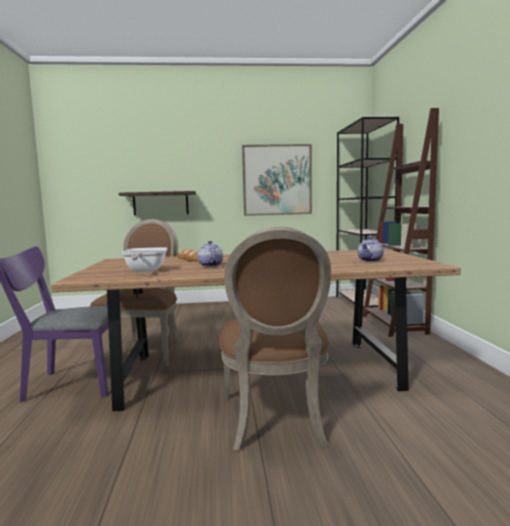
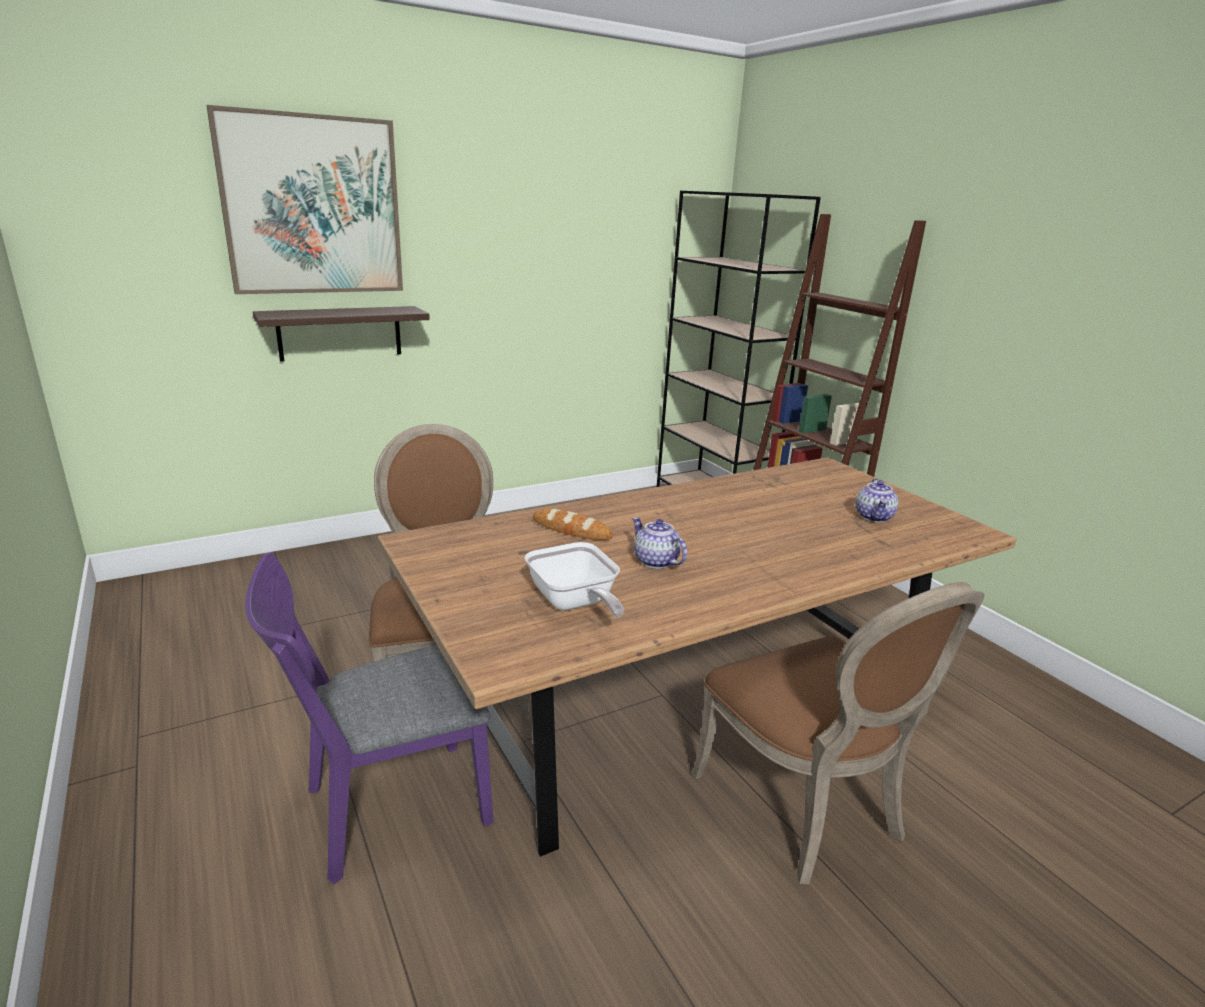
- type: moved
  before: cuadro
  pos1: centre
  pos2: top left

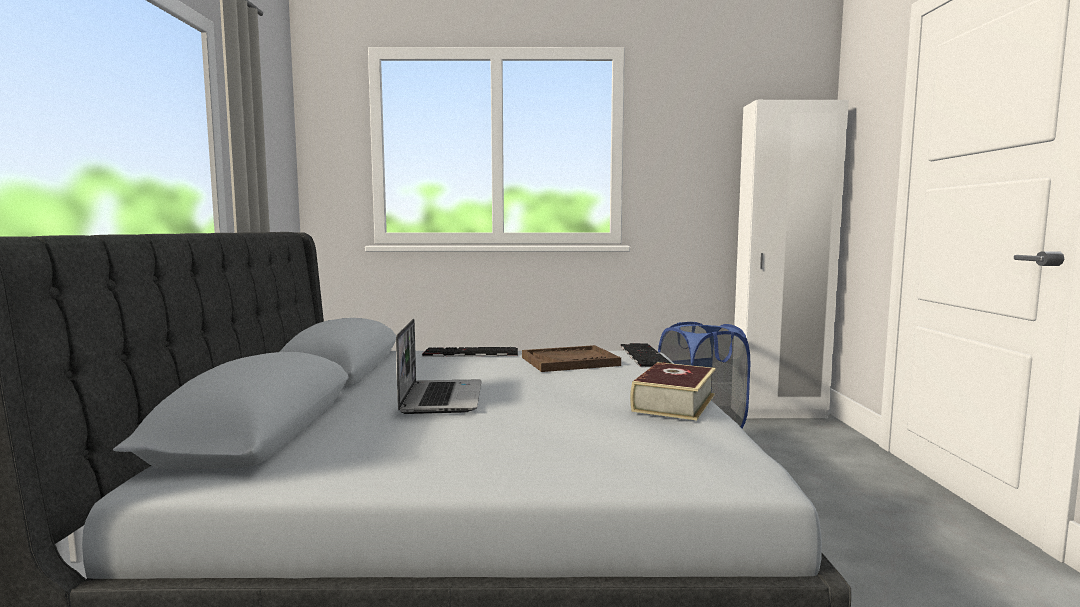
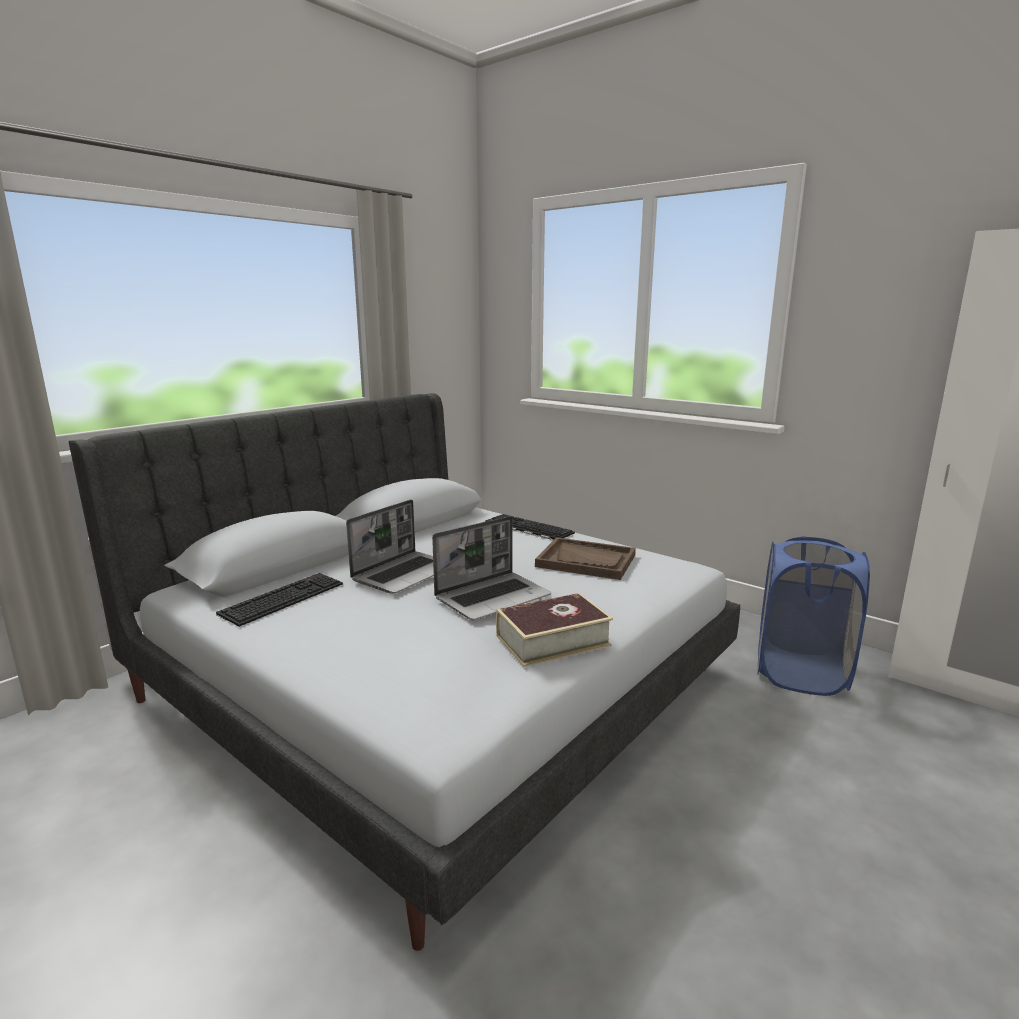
- type: moved
  before: teclado (2nd from left in the first image)
  after: teclado (1st from left)
  pos1: centre
  pos2: middle left
- type: added
  after: portátil (2nd from left)
  pos2: centre

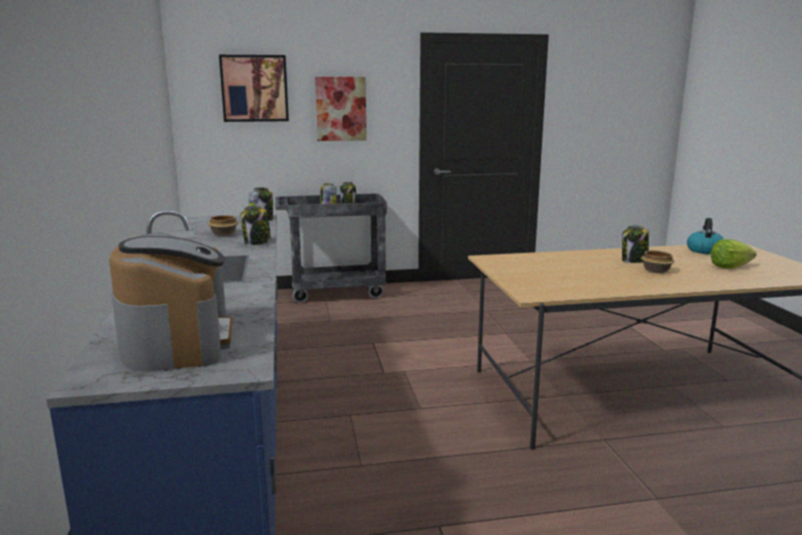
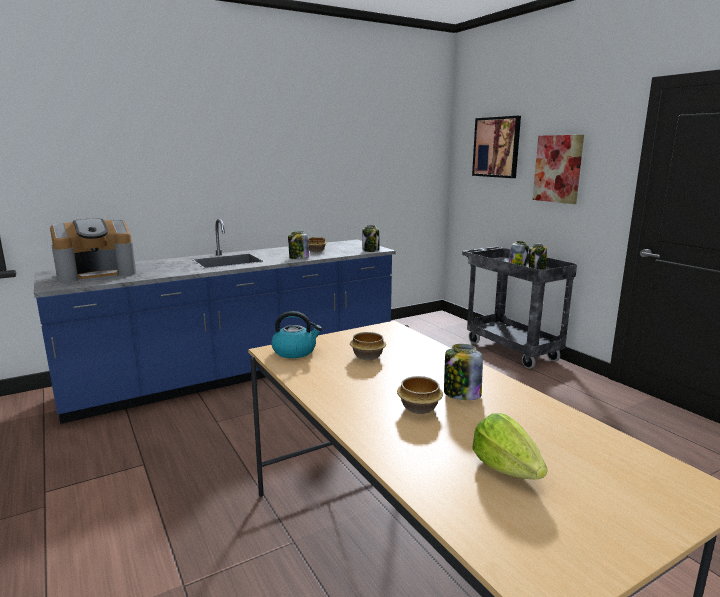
- type: moved
  before: hervidor
  pos1: middle right
  pos2: centre
- type: added
  after: cuenco (2nd from left)
  pos2: centre

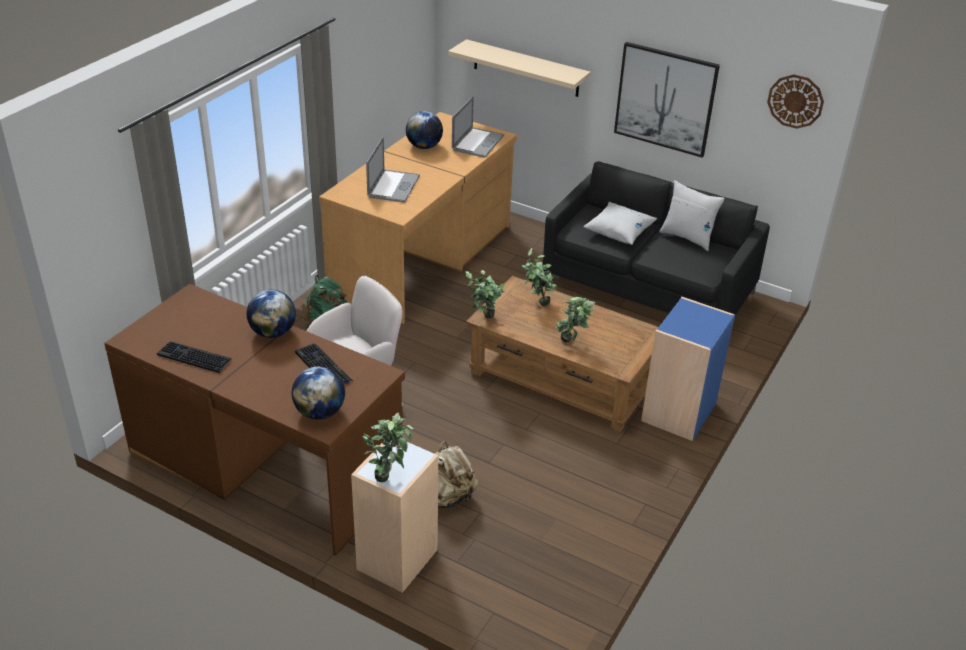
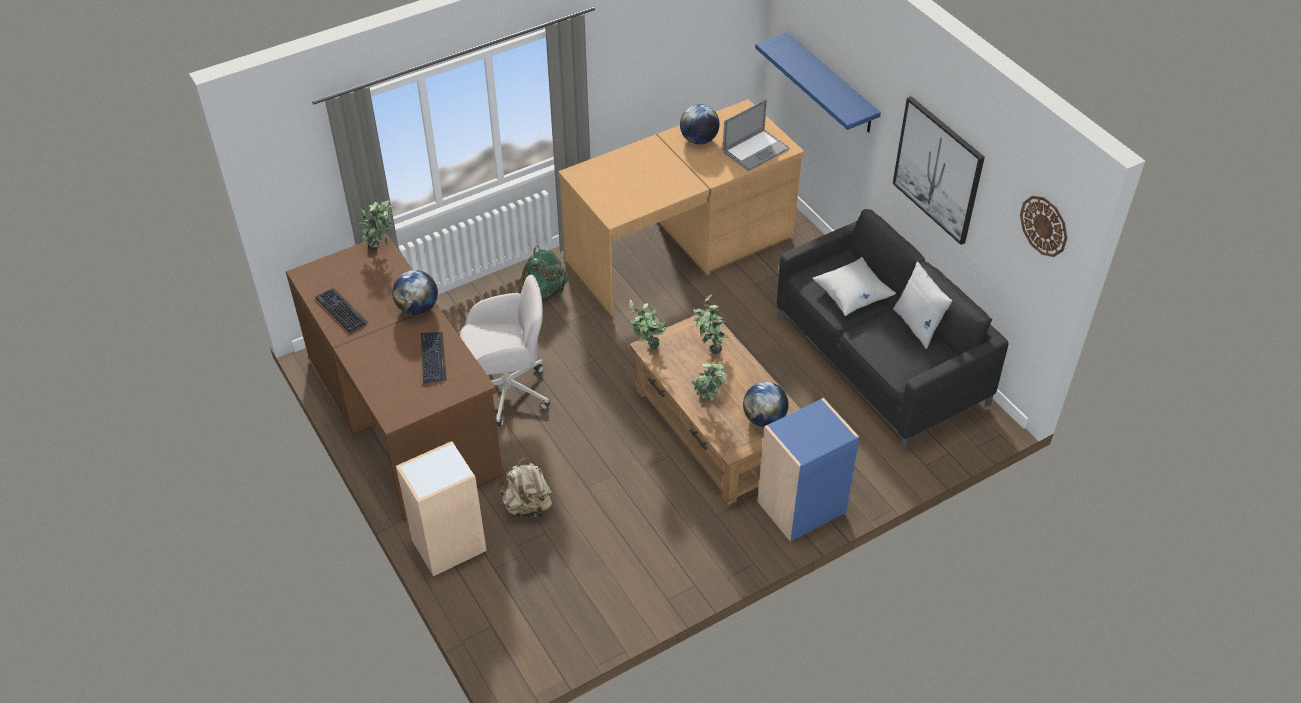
- type: moved
  before: planta en maceta (1st from left)
  pos1: bottom centre
  pos2: top left
- type: moved
  before: globo terráqueo (2nd from left in the first image)
  after: globo terráqueo (3rd from left)
  pos1: middle left
  pos2: centre
- type: recoloured
  before: estante (beis)
  after: estante (azul)
  pos1: top centre
  pos2: top centre
- type: removed
  before: portátil (1st from left)
  pos1: top centre

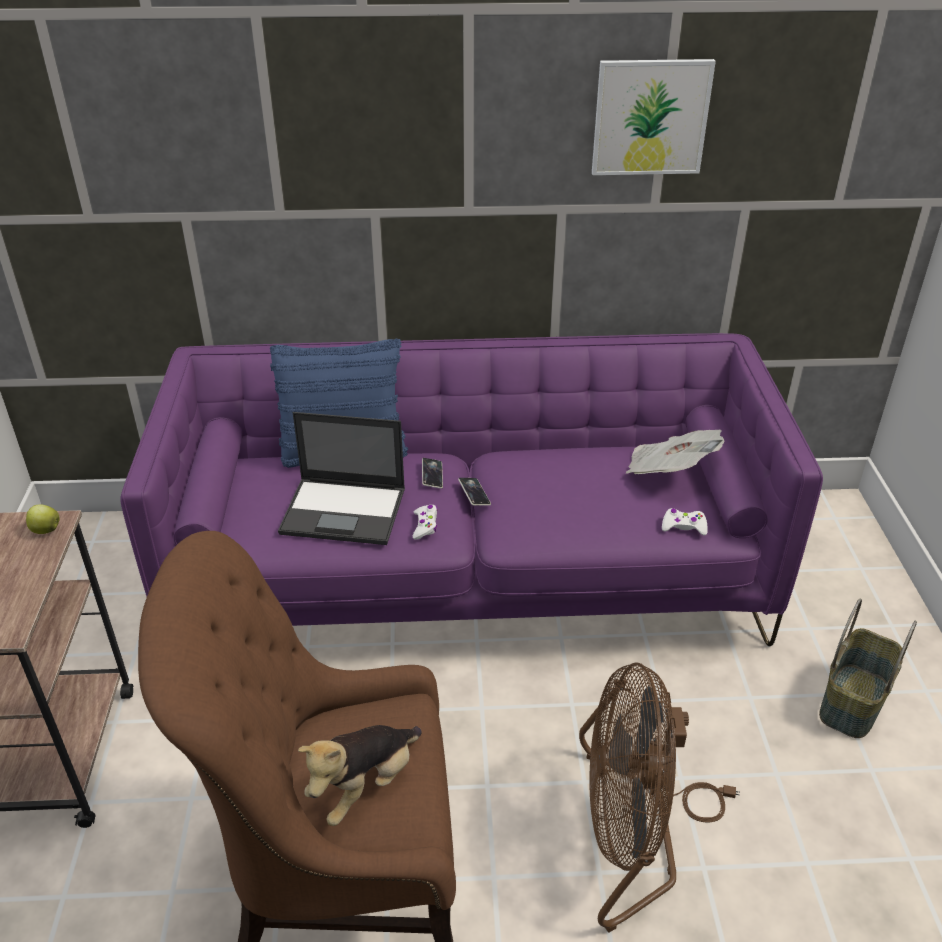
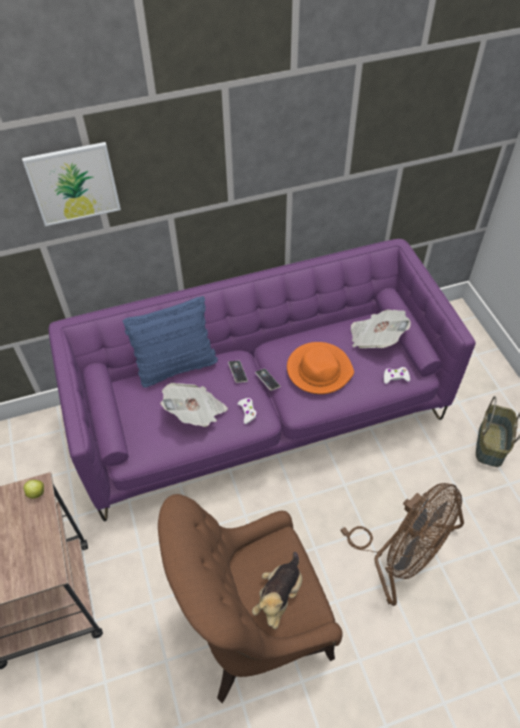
- type: moved
  before: cuadro
  pos1: top right
  pos2: top left
- type: replaced
  before: portátil
  after: periódico (1st from left)
  pos1: centre
  pos2: centre
- type: added
  after: sombrero (naranja)
  pos2: centre
- type: turned
  before: ventilador (marrón)
  pos1: bottom right
  pos2: bottom right
  turn: -120

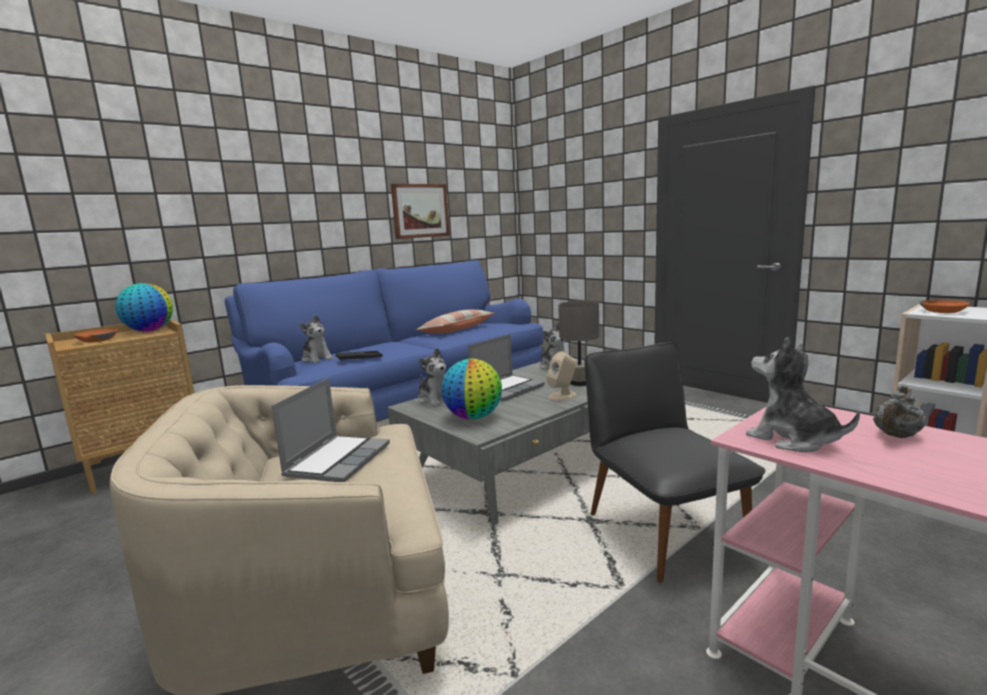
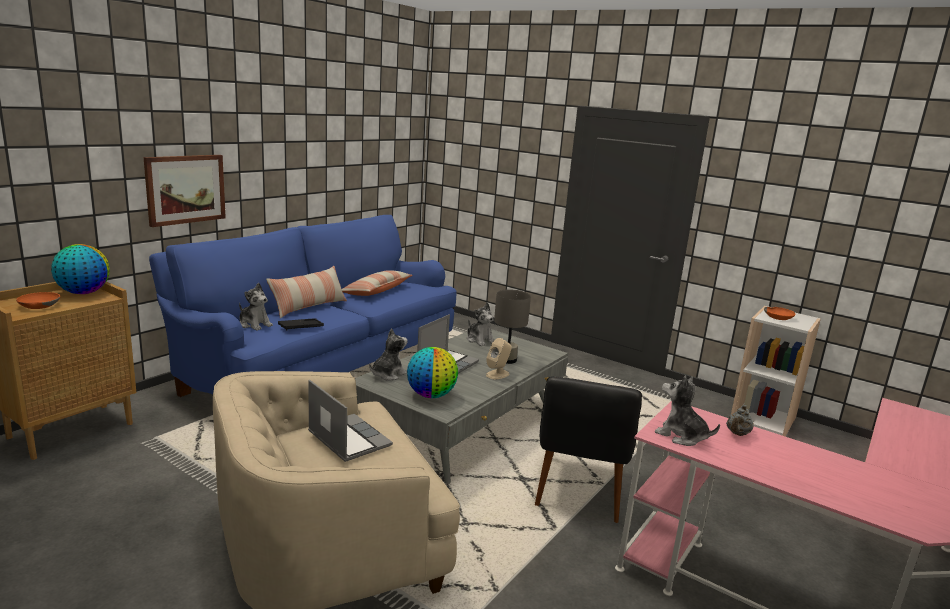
- type: moved
  before: cuadro
  pos1: top centre
  pos2: top left
- type: added
  after: cojín (1st from left)
  pos2: middle left
- type: turned
  before: portátil (1st from left)
  pos1: centre
  pos2: bottom centre
  turn: -45
- type: turned
  before: peluche (2nd from left)
  pos1: centre
  pos2: centre
  turn: -90
- type: turned
  before: silla (negro)
  pos1: middle right
  pos2: bottom centre
  turn: -135

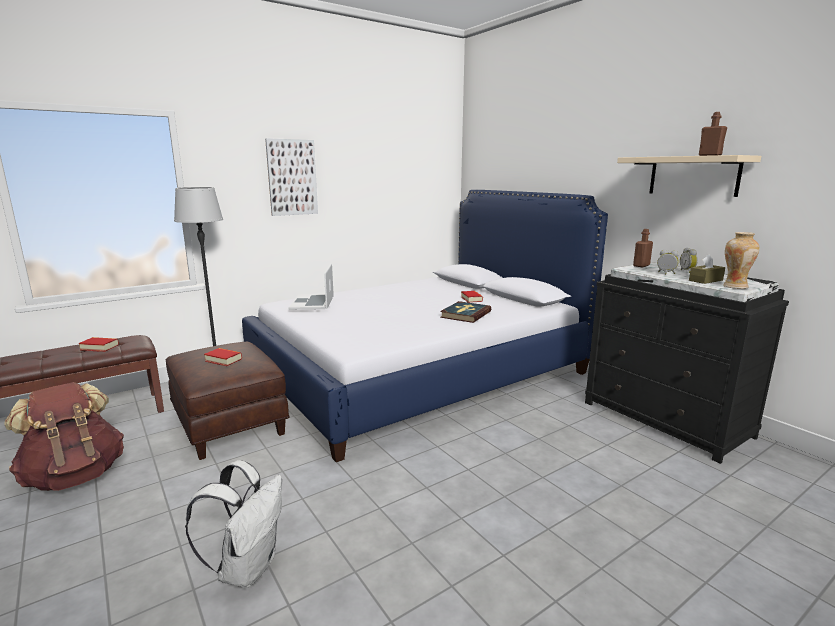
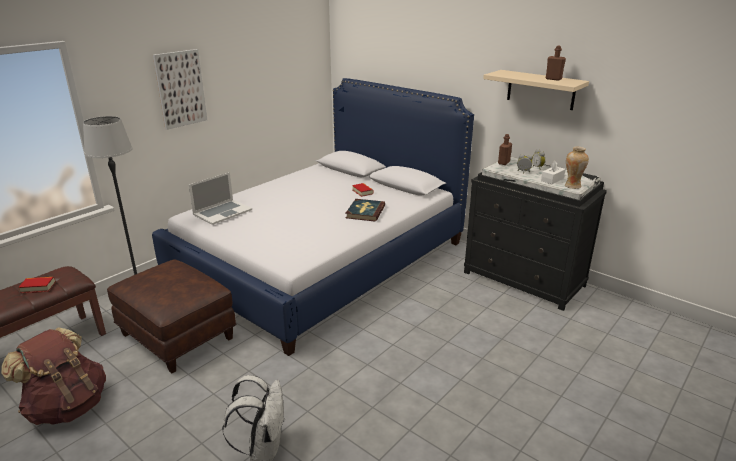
- type: turned
  before: portátil
  pos1: centre
  pos2: middle left
  turn: -120
- type: recoloured
  before: caja de pañuelos (marrón)
  after: caja de pañuelos (blanco)
  pos1: middle right
  pos2: middle right
- type: removed
  before: libro (2nd from left)
  pos1: middle left

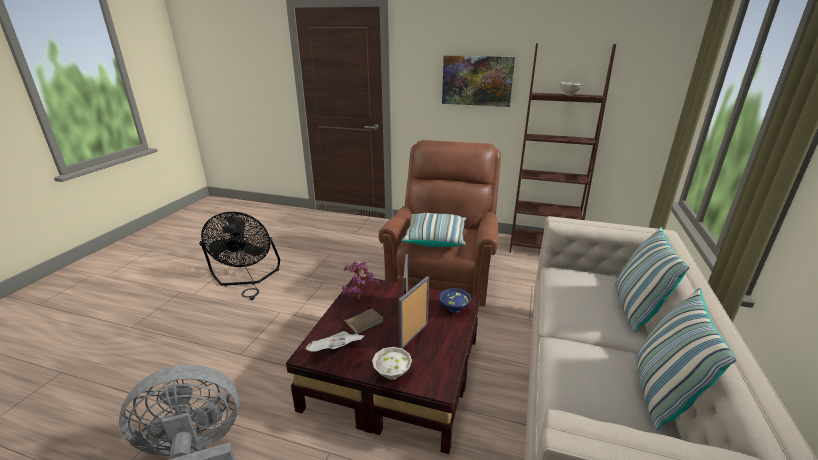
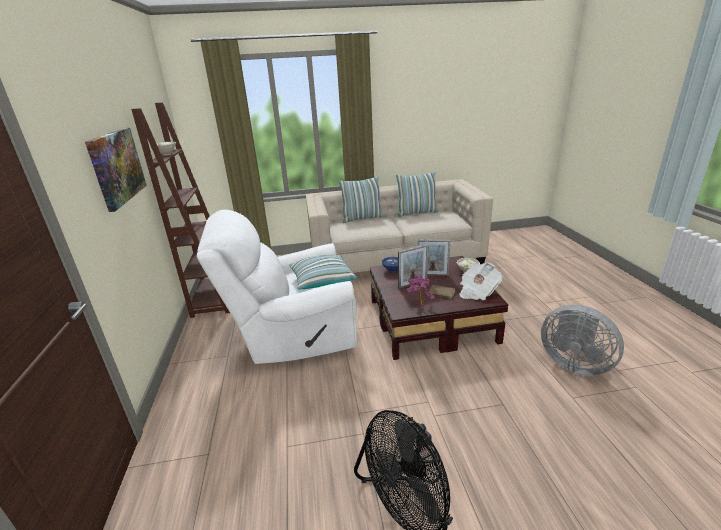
- type: recoloured
  before: sillón (marrón)
  after: sillón (blanco)
  pos1: centre
  pos2: centre

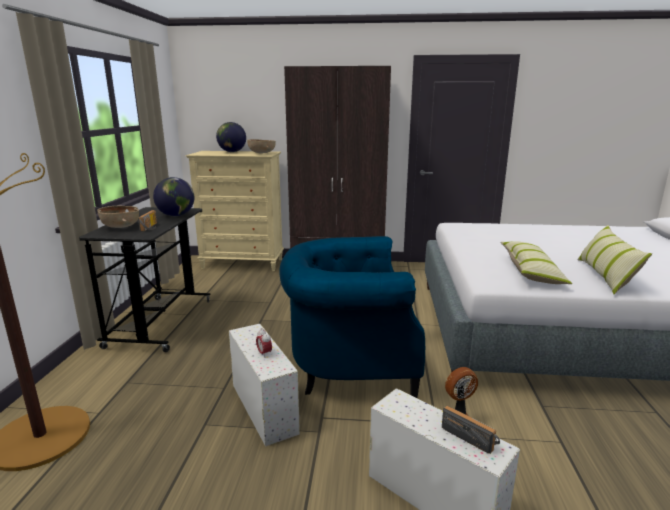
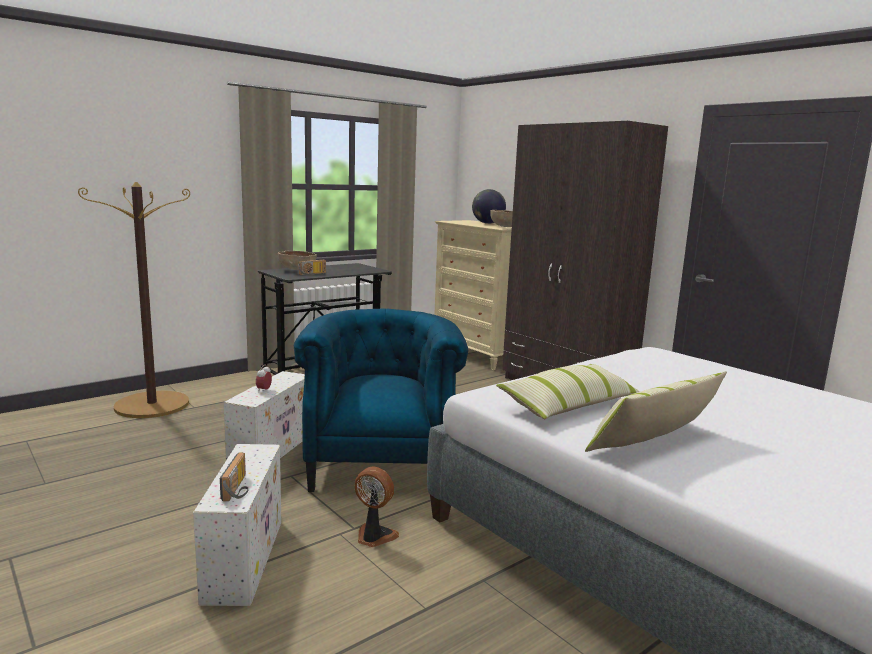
- type: turned
  before: sillón (azul)
  pos1: centre
  pos2: centre
  turn: 45
- type: removed
  before: globo terráqueo (1st from left)
  pos1: middle left

